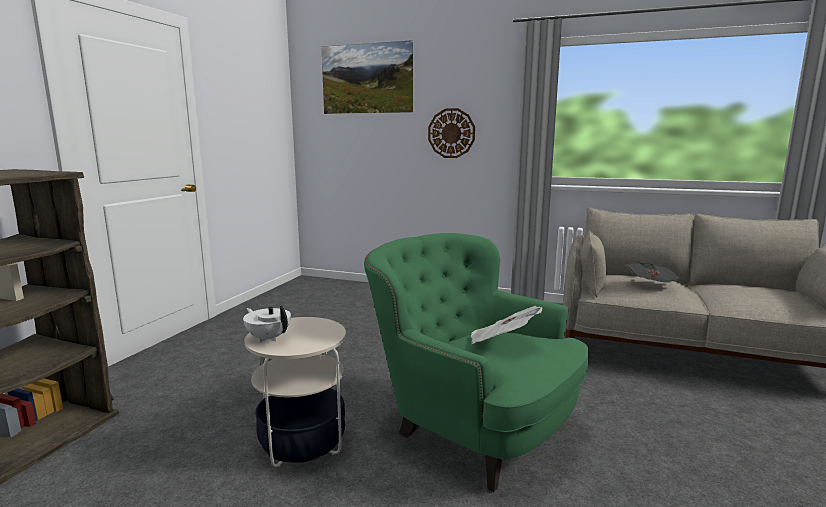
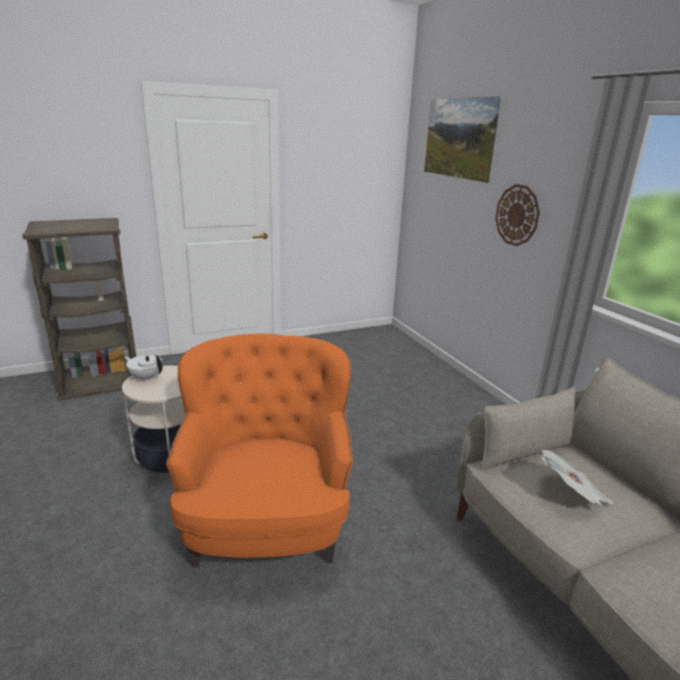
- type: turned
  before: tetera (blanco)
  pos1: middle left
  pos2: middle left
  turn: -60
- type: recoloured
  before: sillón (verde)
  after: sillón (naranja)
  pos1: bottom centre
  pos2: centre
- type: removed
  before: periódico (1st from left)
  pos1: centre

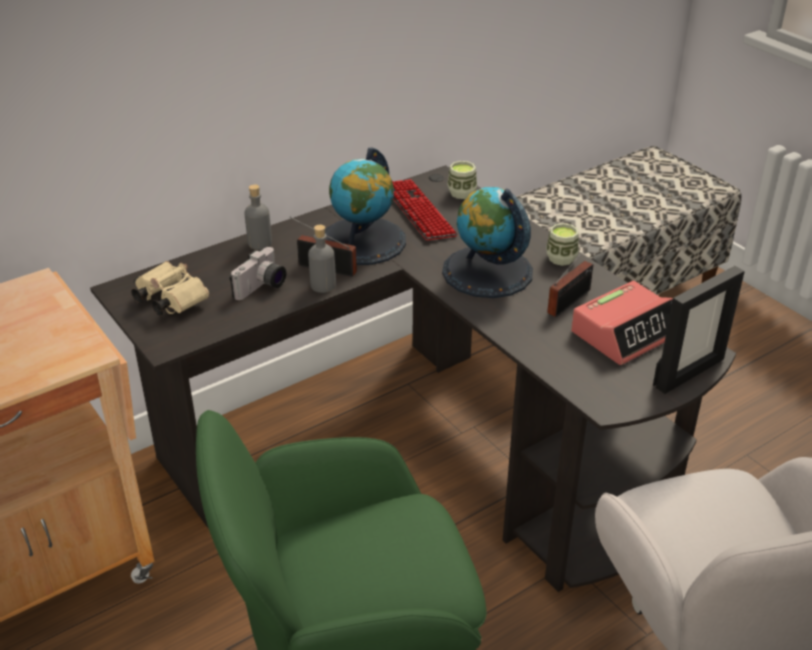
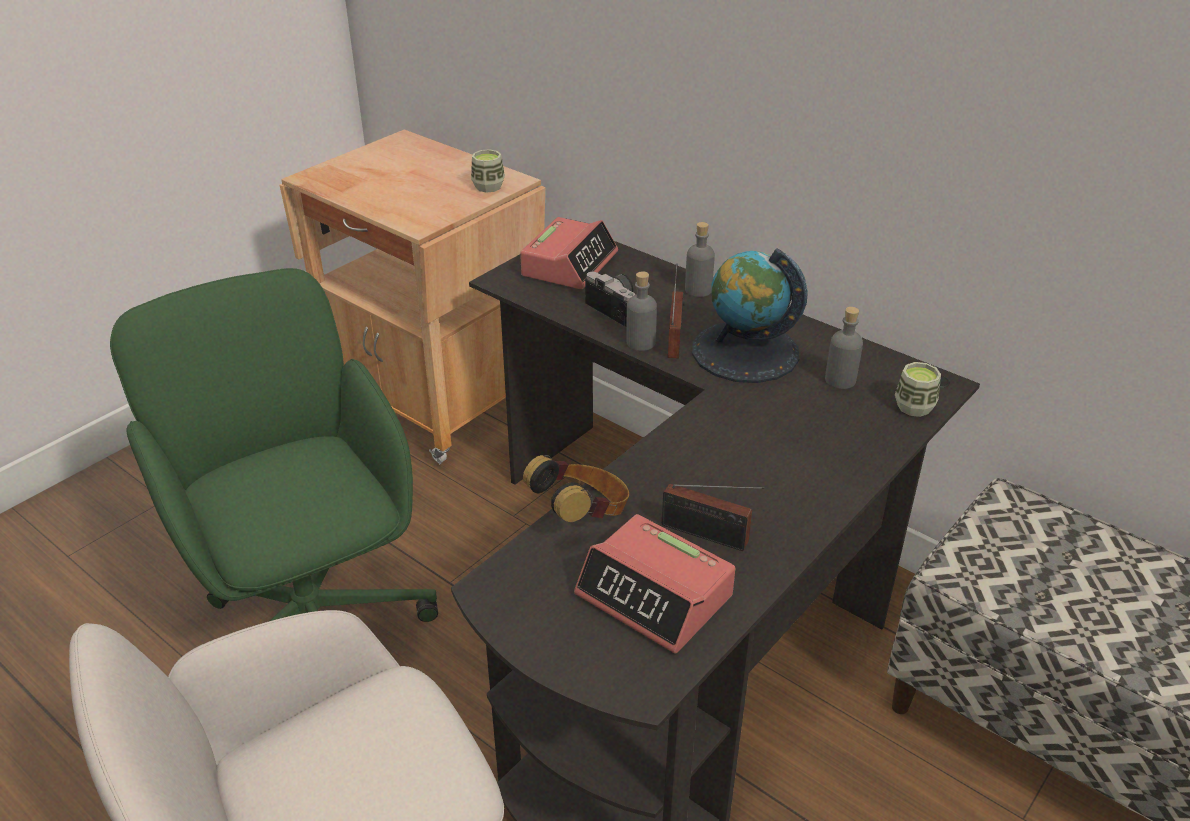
- type: moved
  before: taza (2nd from left in the first image)
  after: taza (1st from left)
  pos1: middle right
  pos2: top centre
- type: replaced
  before: prismáticos (beis)
  after: despertador (1st from left)
  pos1: middle left
  pos2: top centre
- type: added
  after: auriculares
  pos2: centre
- type: turned
  before: cámara
  pos1: middle left
  pos2: centre
  turn: -150
- type: replaced
  before: teclado
  after: botella (gris) (3rd from left)
  pos1: top centre
  pos2: middle right
- type: removed
  before: globo terráqueo (2nd from left)
  pos1: centre
- type: removed
  before: portarretratos
  pos1: middle right

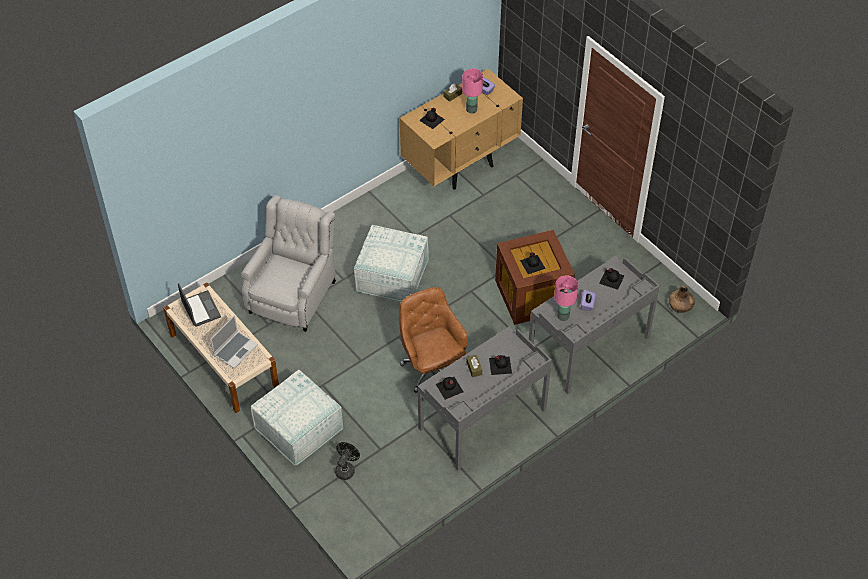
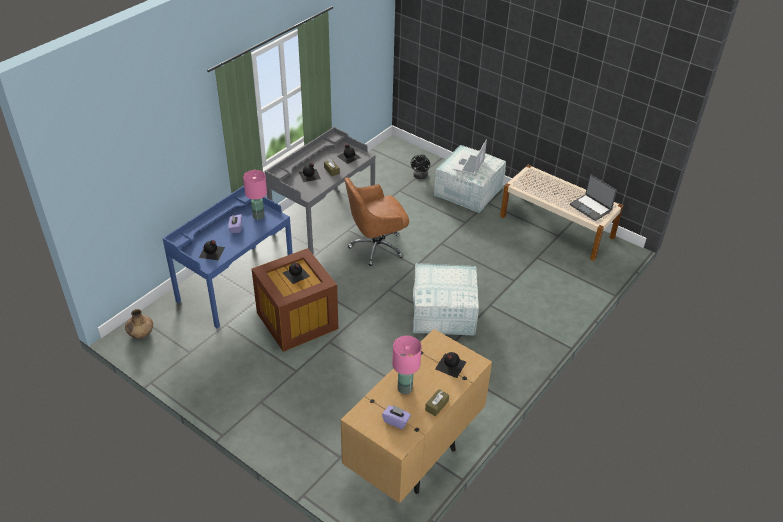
- type: recoloured
  before: escritorio (gris) (2nd from left)
  after: escritorio (azul)
  pos1: middle right
  pos2: middle left
- type: turned
  before: silla de oficina (marrón)
  pos1: centre
  pos2: centre
  turn: 105
- type: moved
  before: portátil (2nd from left in the first image)
  after: portátil (1st from left)
  pos1: middle left
  pos2: top centre
- type: removed
  before: sillón (blanco)
  pos1: middle left

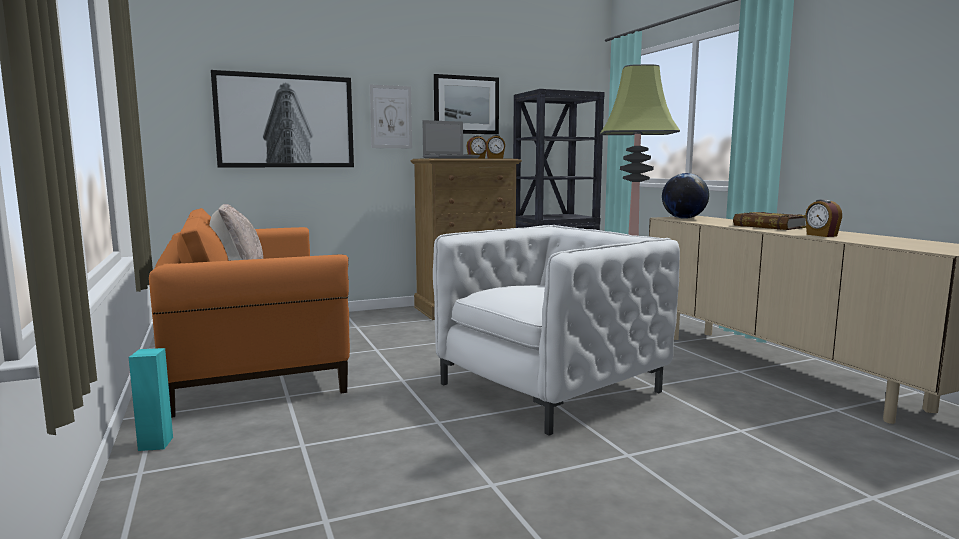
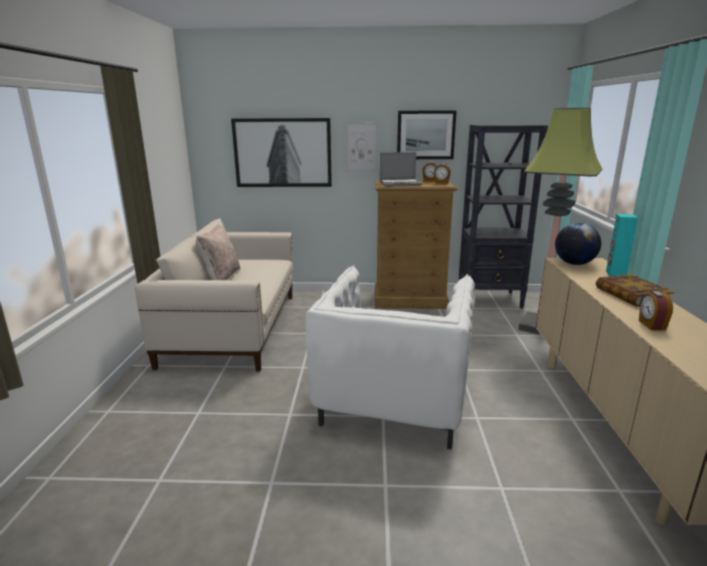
- type: recoloured
  before: sofá (naranja)
  after: sofá (beis)
  pos1: middle left
  pos2: middle left
- type: turned
  before: sillón (blanco)
  pos1: centre
  pos2: centre
  turn: 120
- type: moved
  before: altavoz (turquesa)
  pos1: bottom left
  pos2: middle right

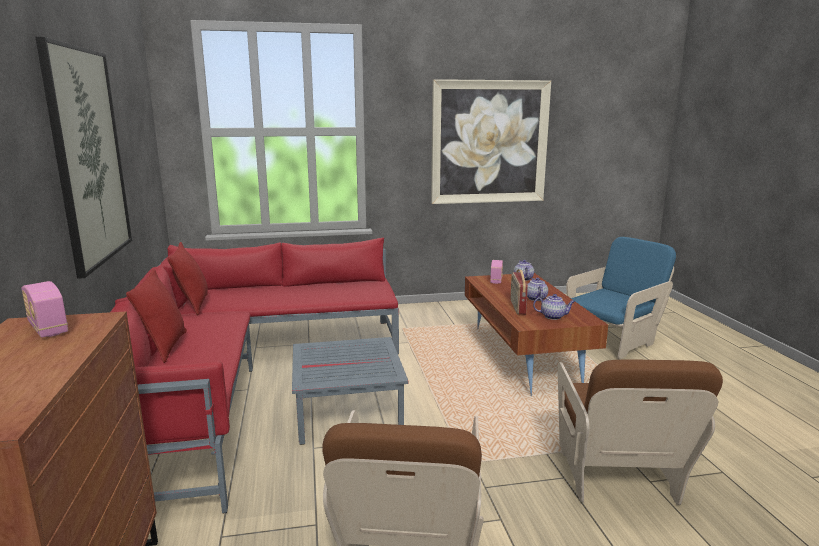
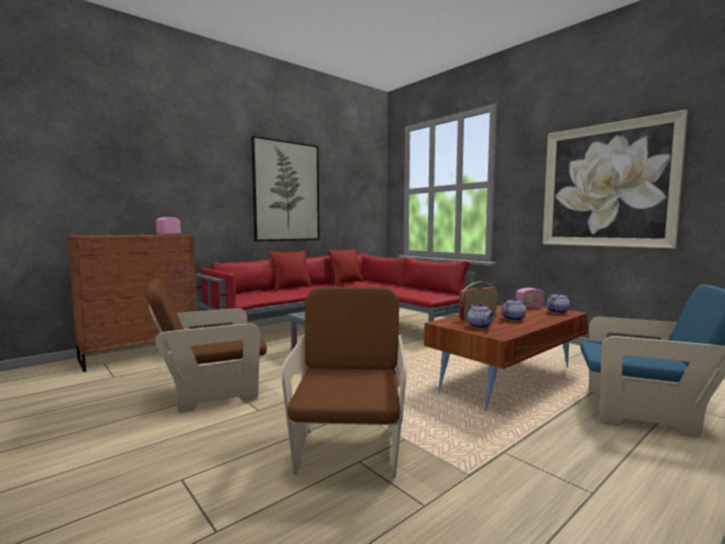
- type: turned
  before: sillón (marrón) (2nd from left)
  pos1: bottom right
  pos2: bottom centre
  turn: 120

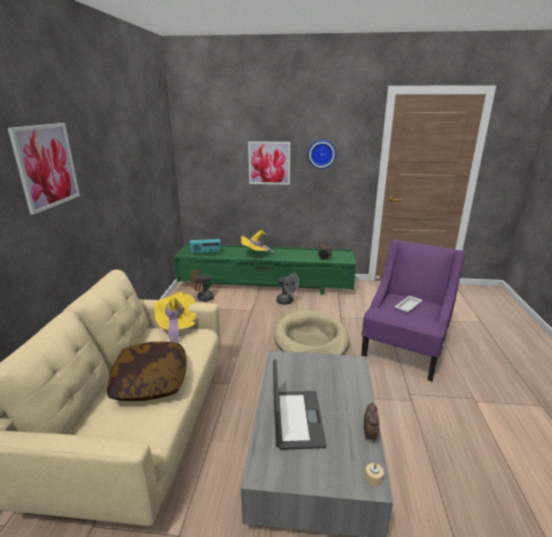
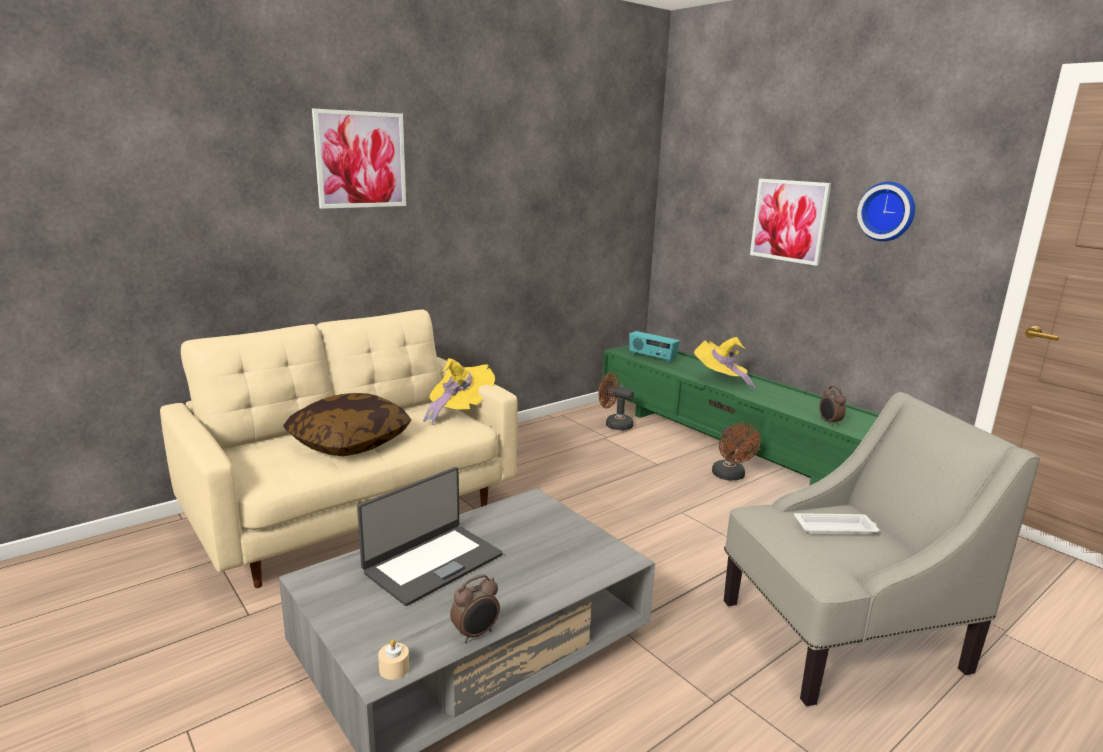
- type: recoloured
  before: ventilador (gris)
  after: ventilador (marrón) (2nd from left)
  pos1: centre
  pos2: middle right
- type: recoloured
  before: sillón (morado)
  after: sillón (gris)
  pos1: middle right
  pos2: bottom right
- type: removed
  before: cama para perro (beis)
  pos1: centre

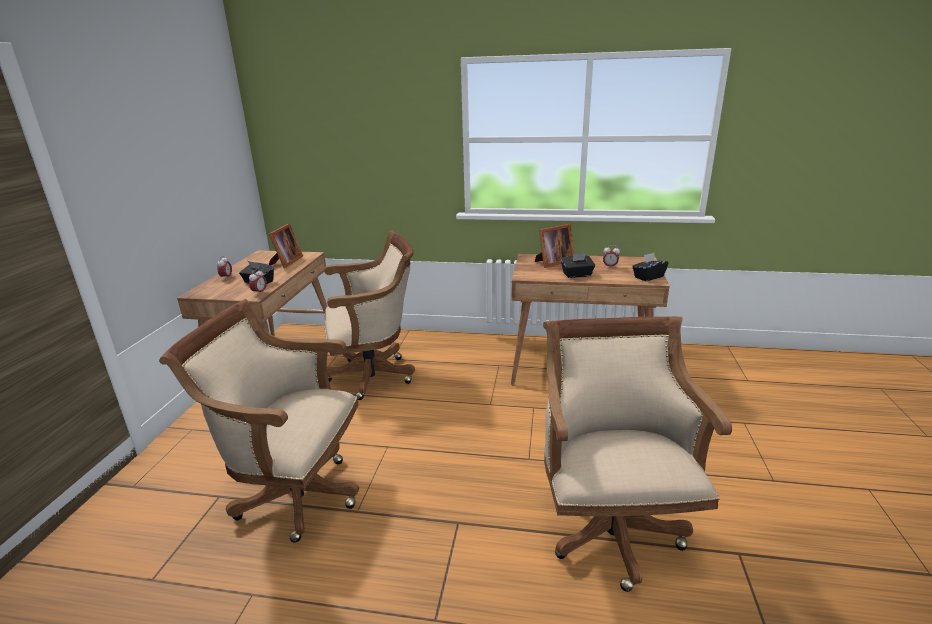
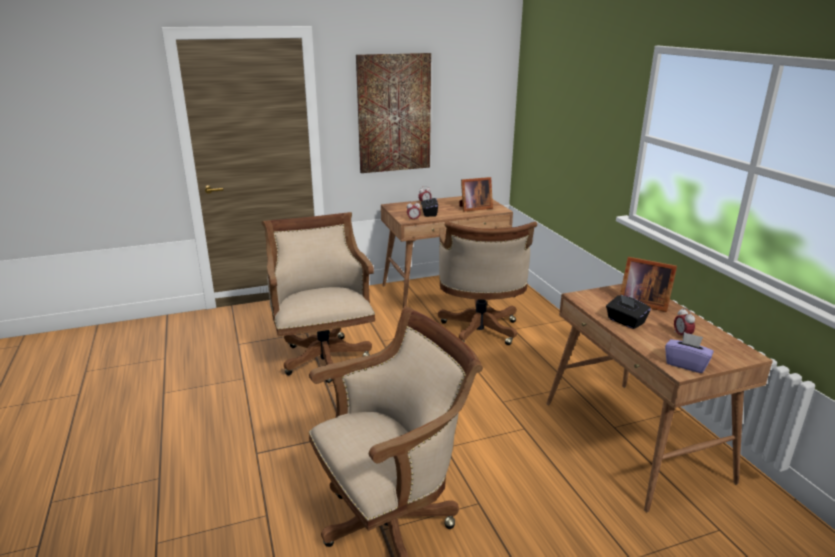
- type: added
  after: cuadro
  pos2: top centre
- type: turned
  before: silla de oficina (2nd from left in the first image)
  pos1: centre
  pos2: centre
  turn: 45
- type: recoloured
  before: caja de pañuelos (negro) (3rd from left)
  after: caja de pañuelos (morado)
  pos1: middle right
  pos2: middle right

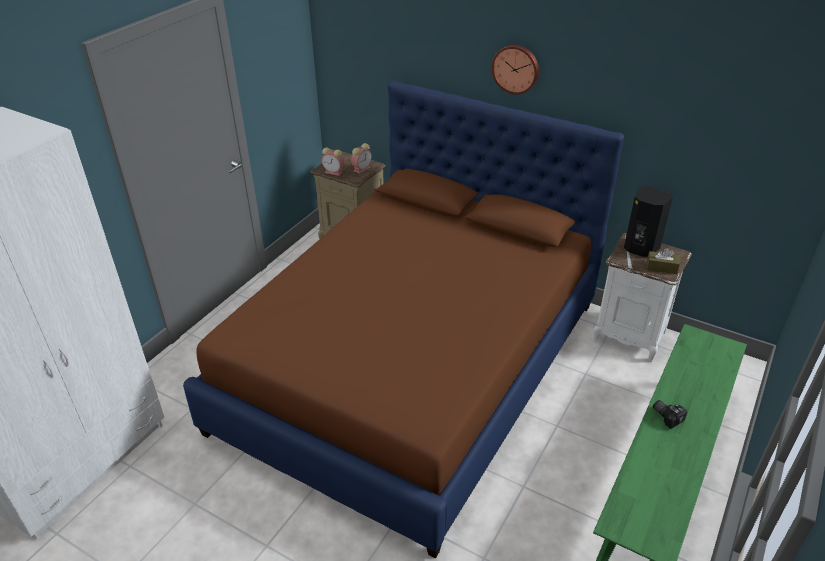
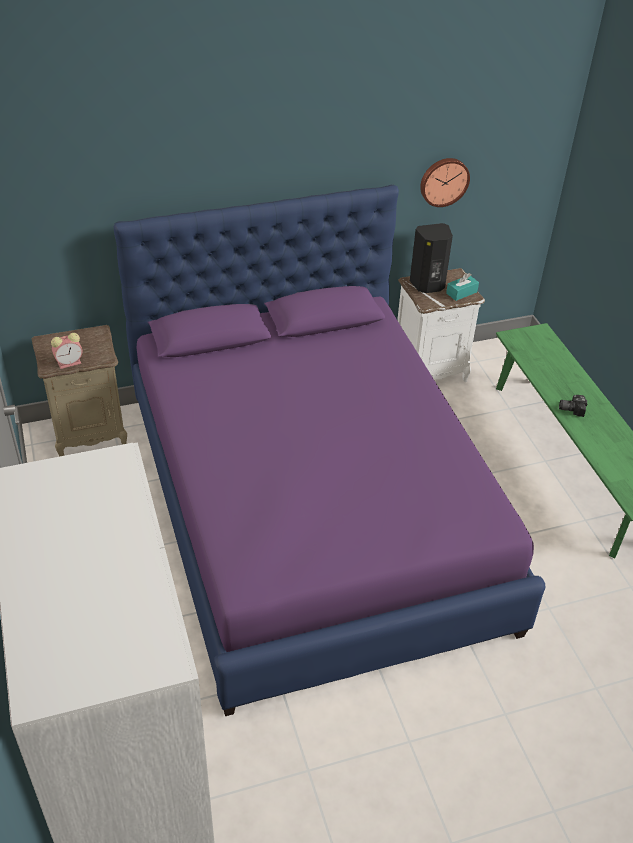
- type: recoloured
  before: cama (marrón)
  after: cama (morado)
  pos1: centre
  pos2: centre
- type: moved
  before: reloj de pared
  pos1: top centre
  pos2: top right
- type: recoloured
  before: caja de pañuelos (marrón)
  after: caja de pañuelos (turquesa)
  pos1: middle right
  pos2: middle right
- type: removed
  before: despertador (2nd from left)
  pos1: top centre

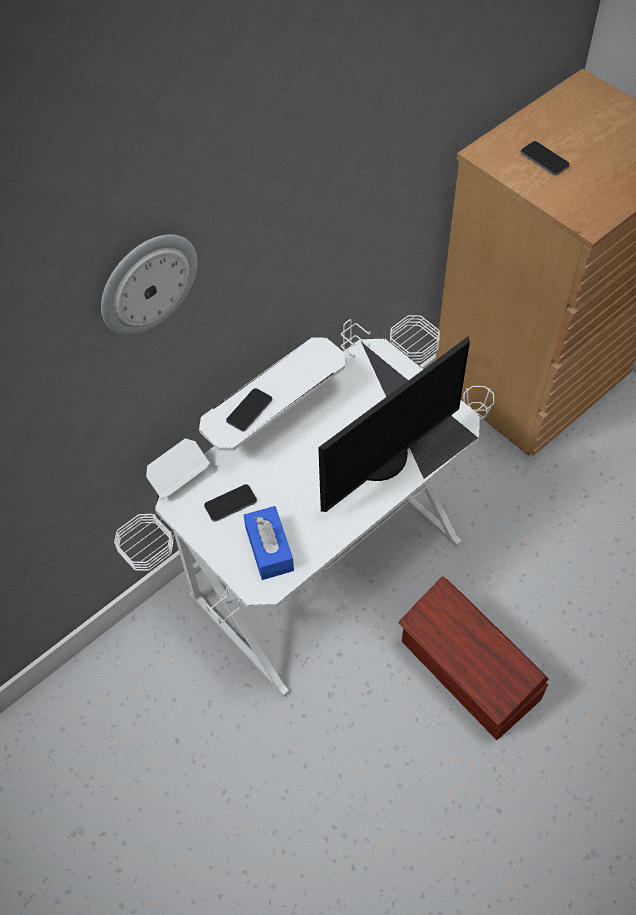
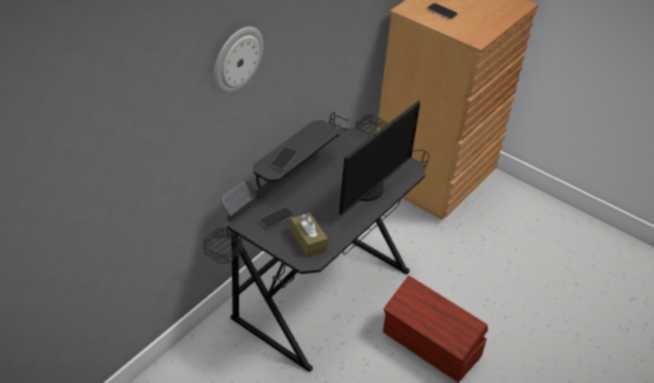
- type: recoloured
  before: escritorio (blanco)
  after: escritorio (negro)
  pos1: centre
  pos2: centre
- type: recoloured
  before: caja de pañuelos (azul)
  after: caja de pañuelos (marrón)
  pos1: centre
  pos2: centre

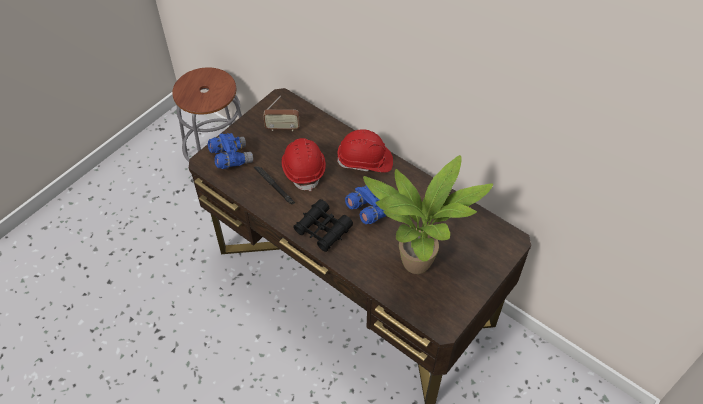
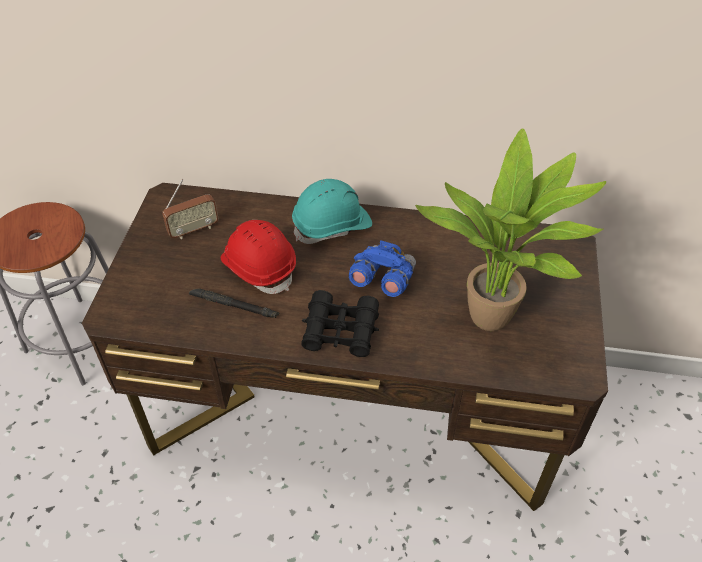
- type: recoloured
  before: casco (rojo) (2nd from left)
  after: casco (turquesa)
  pos1: centre
  pos2: centre
- type: removed
  before: prismáticos (azul) (1st from left)
  pos1: middle left

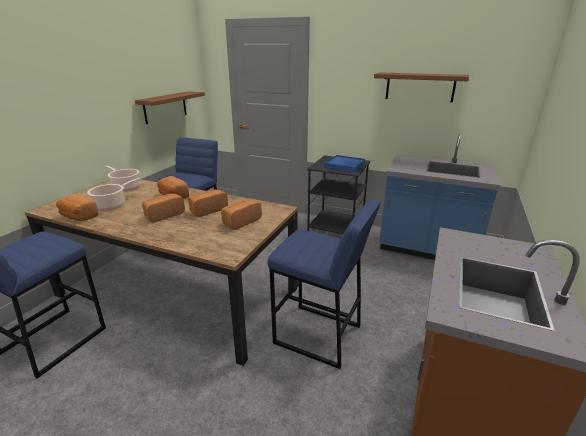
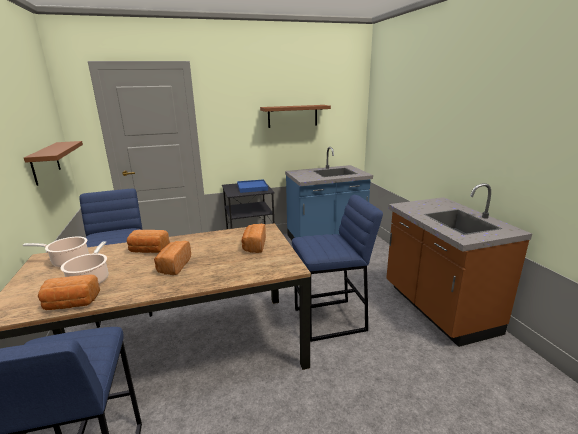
- type: removed
  before: pan (4th from left)
  pos1: centre

